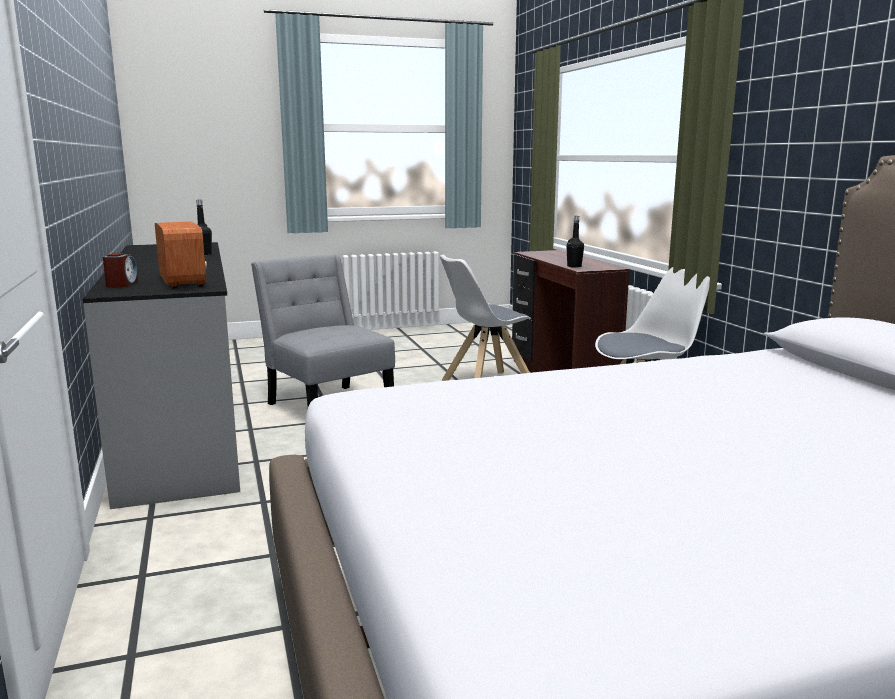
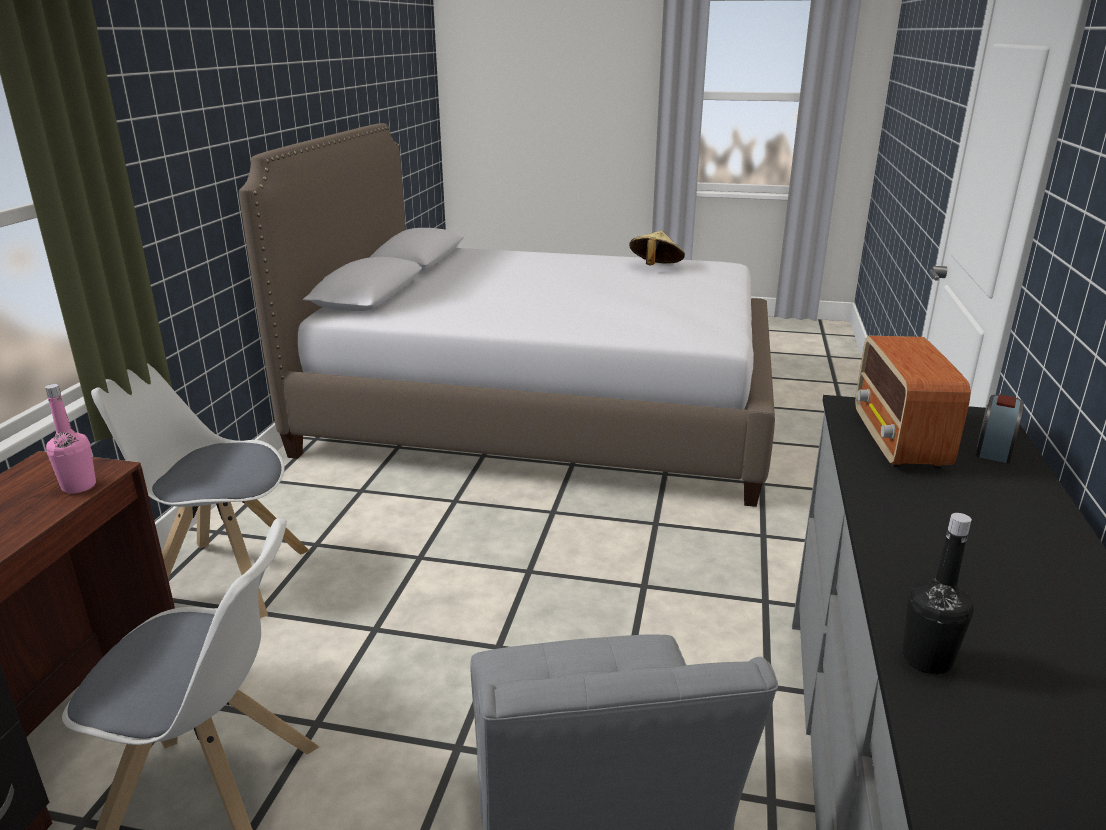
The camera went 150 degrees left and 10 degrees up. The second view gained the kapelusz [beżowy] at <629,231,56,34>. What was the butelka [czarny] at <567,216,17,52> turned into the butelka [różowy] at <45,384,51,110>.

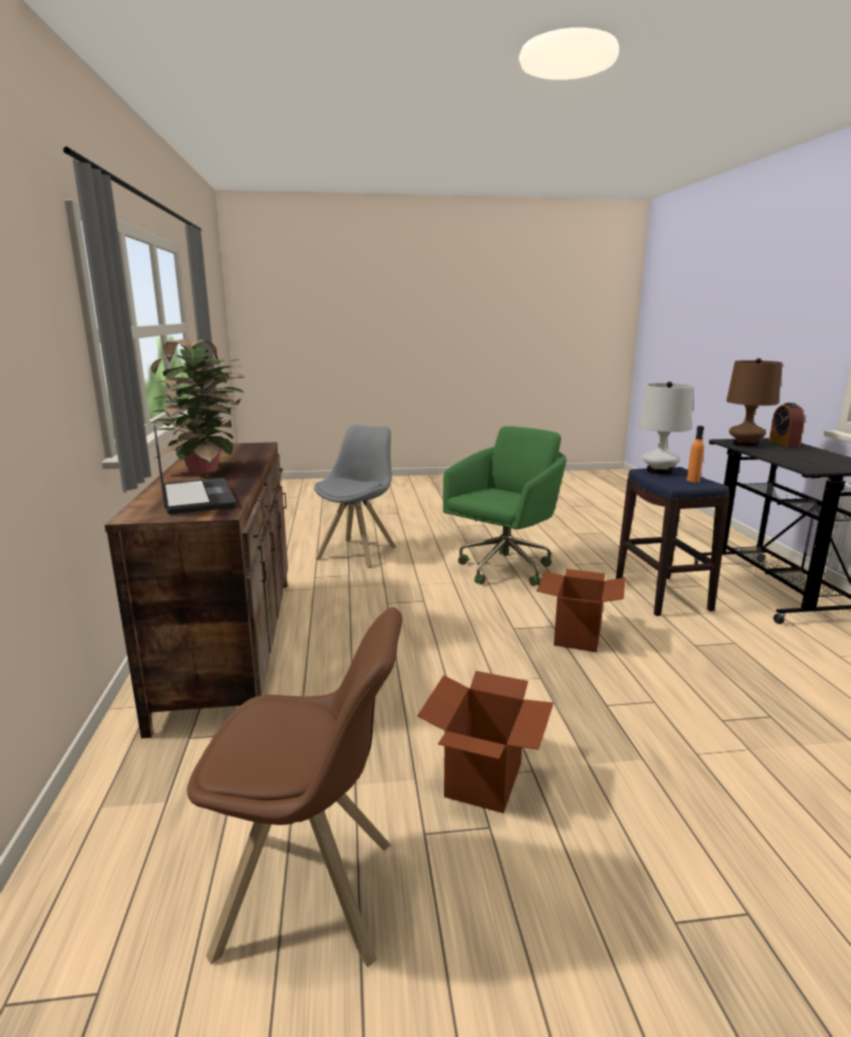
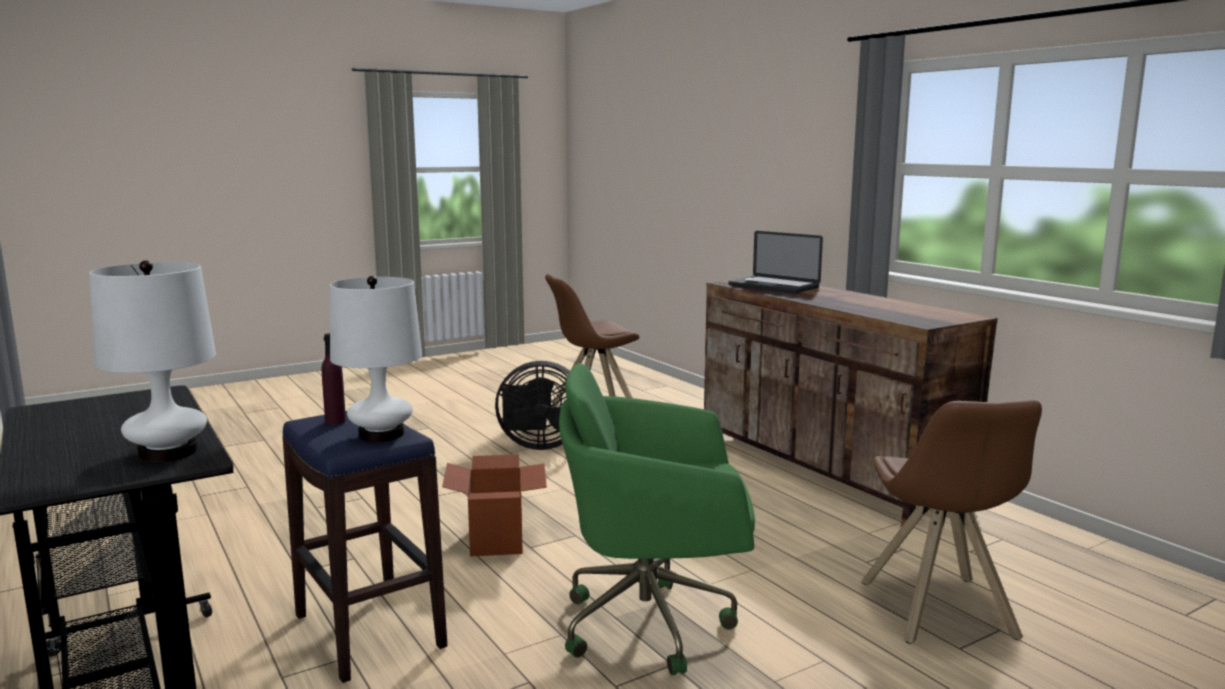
The camera went 155 degrees right and 5 degrees down. The second view lost the roślina doniczkowa at <151,339,95,134>. The second view lost the budzik at <769,403,36,44>. Where the karton stood at <417,671,137,142>, the wentylator [czarny] came to stand at <495,361,75,89>. What was the krzesło [szary] at <314,425,82,143> turned into the krzesło [brązowy] at <861,400,181,244>. What was the butelka [pomarańczowy] at <687,426,17,56> turned into the butelka [fioletowy] at <321,333,25,92>. What was the lampa stołowa [brązowy] at <726,358,57,89> turned into the lampa stołowa [biały] at <89,260,127,202>. The krzesło biurowe [zielony] at <443,426,123,160> ended up facing another way, 75 degrees clockwise from before.

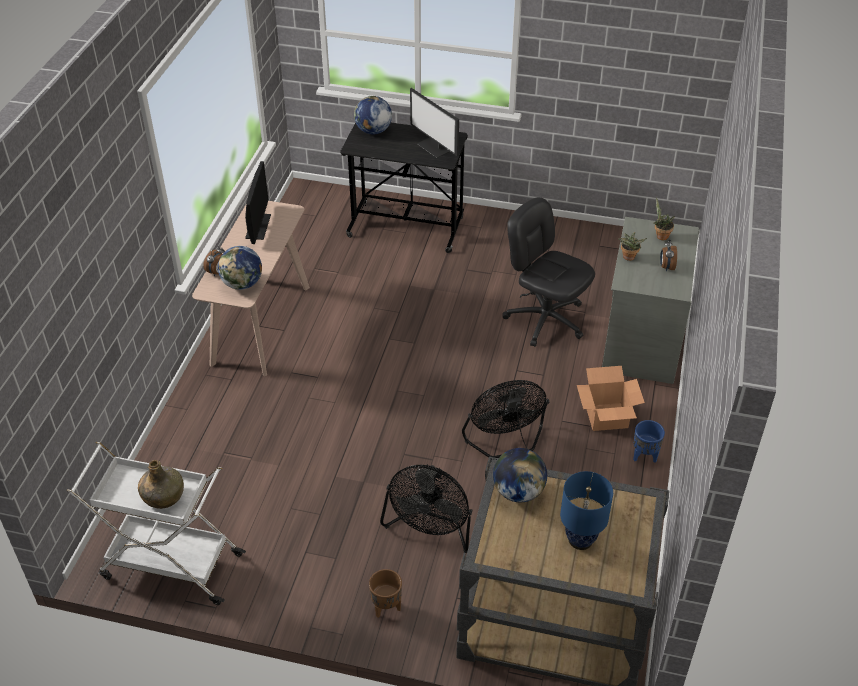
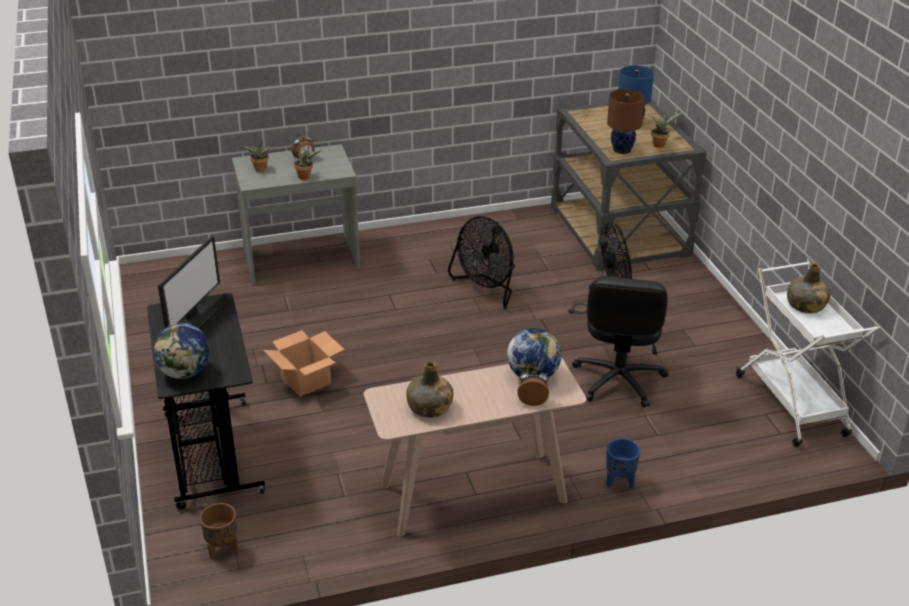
The camera went 120 degrees left and 10 degrees down. The second view gained the roślina doniczkowa at <651,113,31,35>. The donica [brązowy] ended up elsewhere, having gone from <369,569,33,49> to <200,503,38,56>. The krzesło biurowe [czarny] ended up elsewhere, having gone from <502,197,93,150> to <572,277,96,131>. The karton ended up elsewhere, having gone from <577,366,68,65> to <263,330,82,67>. The donica [niebieski] ended up elsewhere, having gone from <633,420,32,43> to <606,438,34,51>. Where the monitor stood at <245,161,26,83>, the butelka [zielony] came to stand at <406,361,47,57>. Where the globus stood at <493,448,54,54>, the lampa stołowa [brązowy] came to stand at <607,89,38,65>.

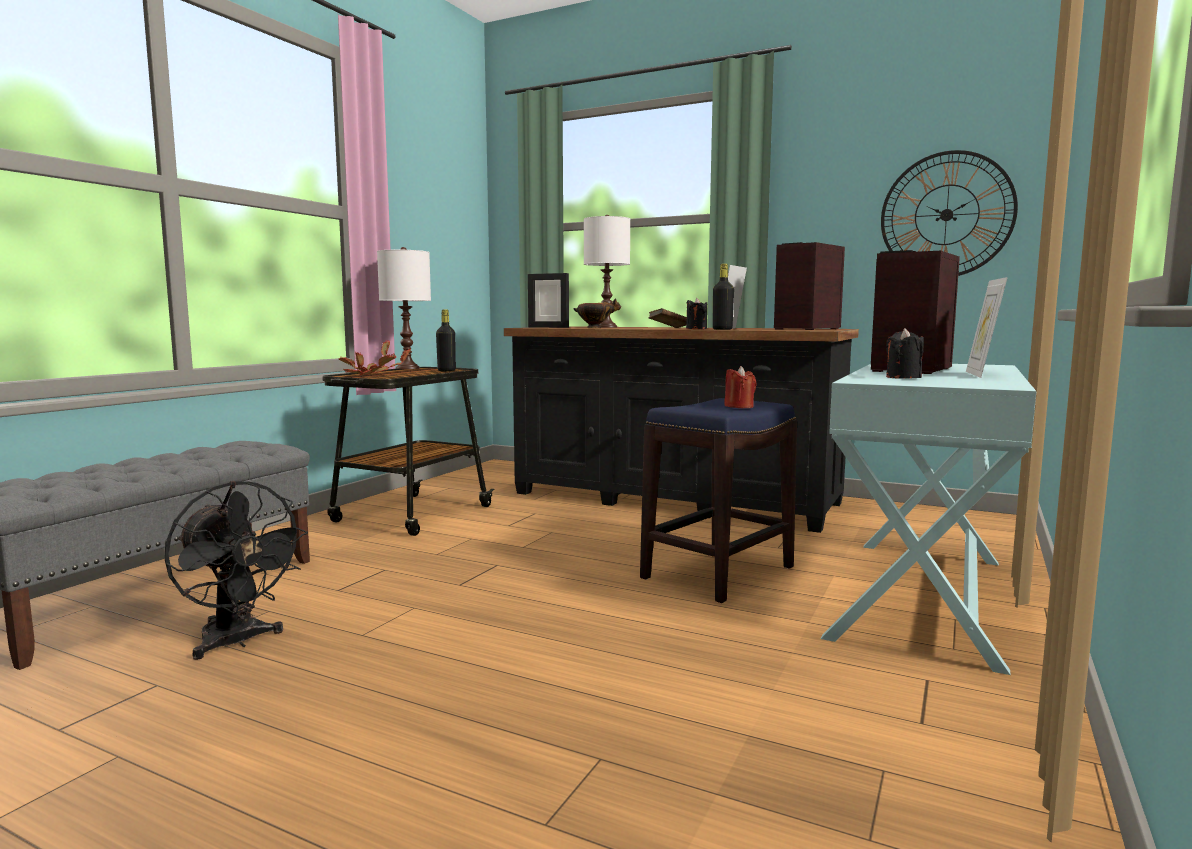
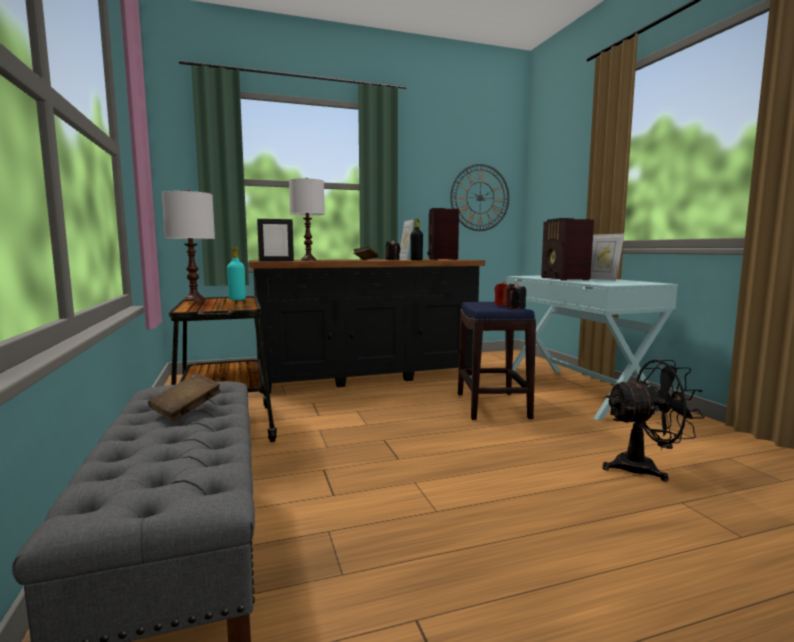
The camera went 45 degrees left and 0 degrees up. The second view lost the roślina doniczkowa at <339,340,72,35>. The second view lost the miska at <573,298,48,30>. The second view gained the książka [brązowy] at <148,373,73,48>. The wentylator [czarny] ended up elsewhere, having gone from <165,481,143,179> to <602,360,103,122>. The świeca [czarny] ended up elsewhere, having gone from <886,328,38,51> to <507,283,19,26>. What was the butelka [czarny] at <436,309,20,63> turned into the butelka [turkusowy] at <227,247,19,53>.

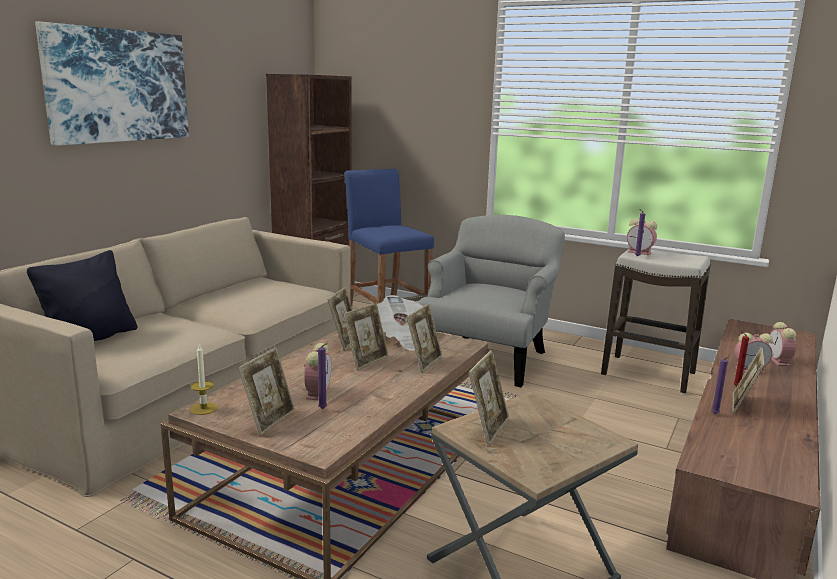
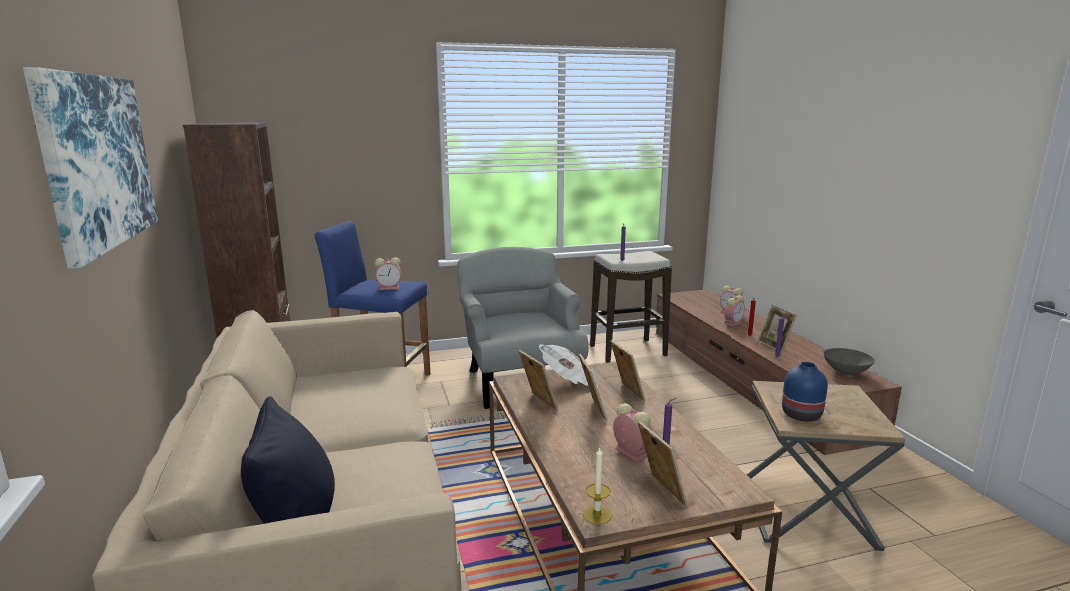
The camera went 45 degrees left and 0 degrees up. The second view gained the miska [szary] at <824,348,50,27>. The budzik ended up elsewhere, having gone from <627,219,30,36> to <375,257,26,33>. Where the ramka na zdjęcie stood at <469,350,40,95>, the wazon [niebieski] came to stand at <782,362,46,60>.

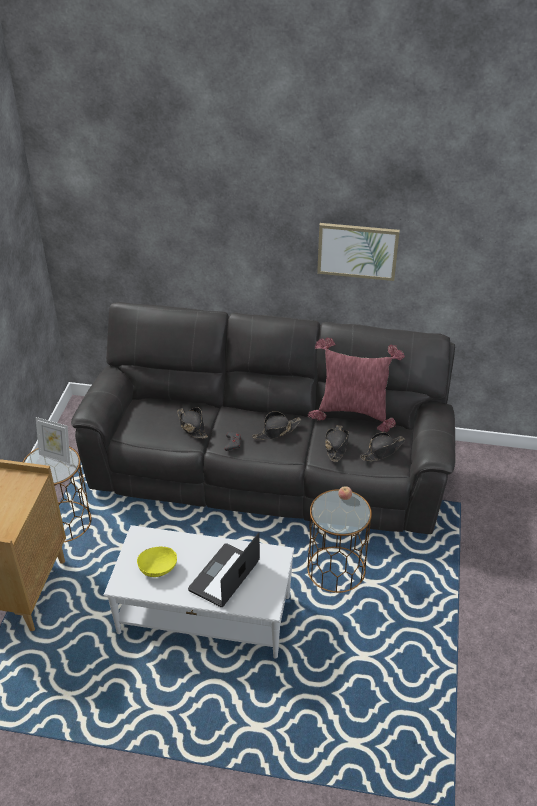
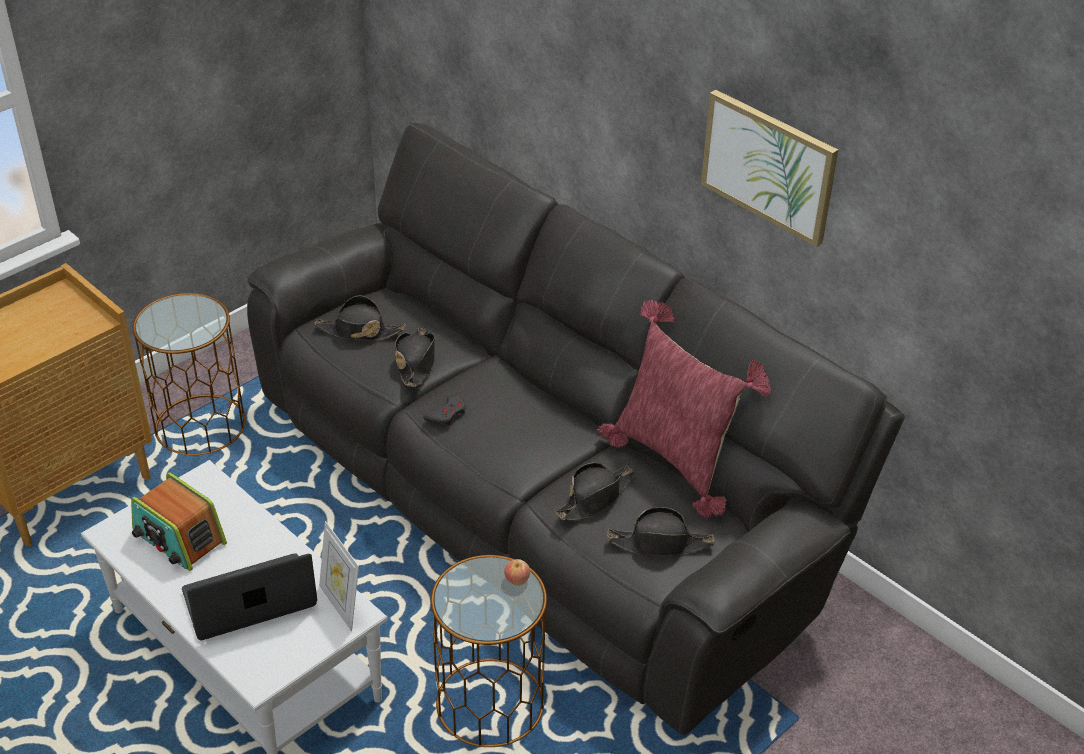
The camera went 35 degrees right and 0 degrees up. The ramka na zdjęcie ended up elsewhere, having gone from <36,417,34,47> to <319,521,40,110>. The kapelusz [czarny] ended up elsewhere, having gone from <252,411,49,29> to <314,295,92,45>. Where the miska [żółty] stood at <137,546,40,31>, the radio came to stand at <131,472,96,99>.

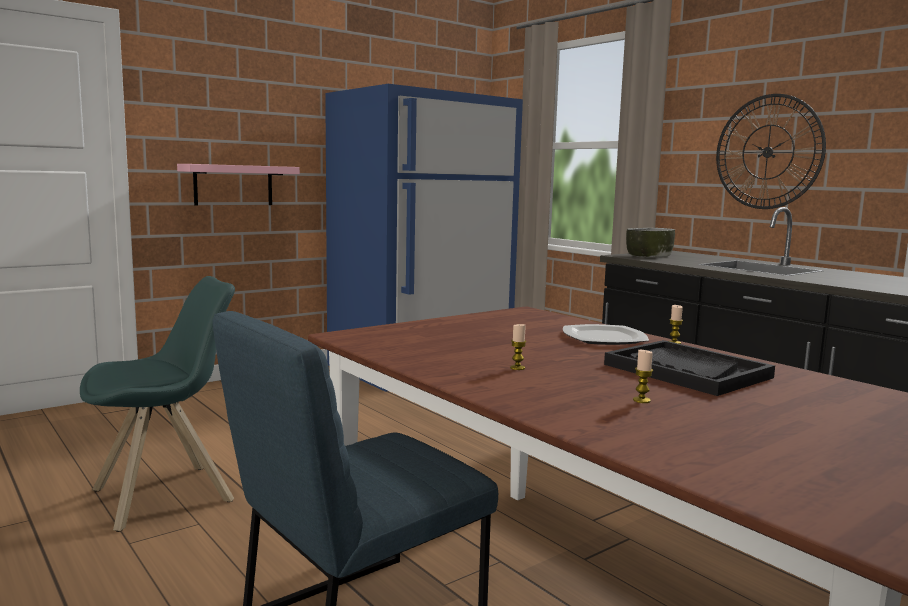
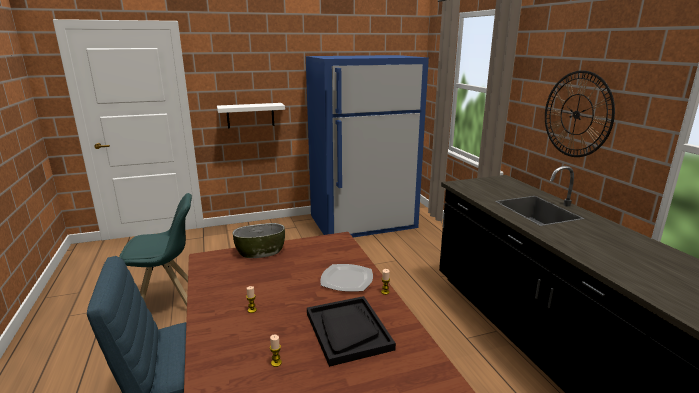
The camera went 20 degrees right and 10 degrees up. The miska ended up elsewhere, having gone from <626,228,49,29> to <232,223,53,35>. What was the półka [różowy] at <177,164,123,42> turned into the półka [biały] at <217,103,68,25>.

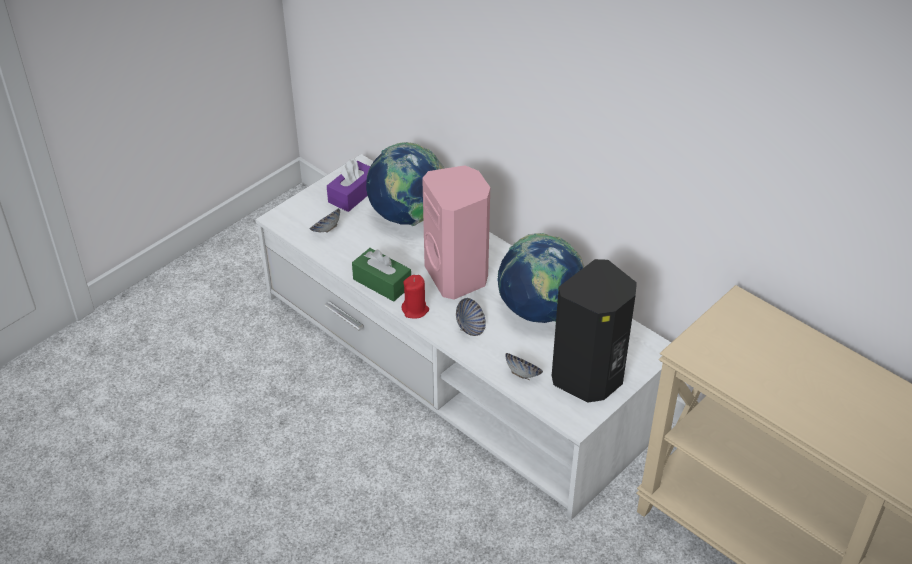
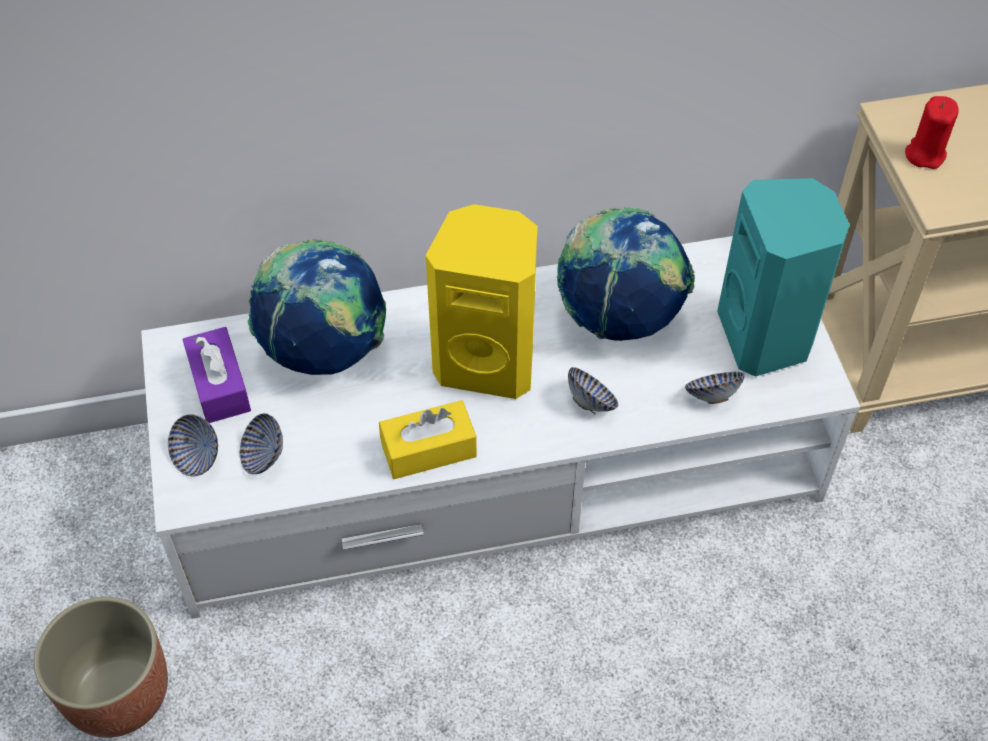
The camera went 55 degrees left and 10 degrees up. The second view gained the donica at <34,597,134,141>. The second view gained the miska at <168,414,50,63>. The świeca [czerwony] ended up elsewhere, having gone from <401,275,28,43> to <905,96,54,73>. What was the pudełko chusteczek [zielony] at <352,248,59,54> turned into the pudełko chusteczek [żółty] at <379,400,98,79>. What was the głośnik [różowy] at <422,165,68,134> turned into the głośnik [żółty] at <426,204,111,195>. What was the głośnik [czarny] at <552,259,85,144> turned into the głośnik [turkusowy] at <717,178,133,199>.

